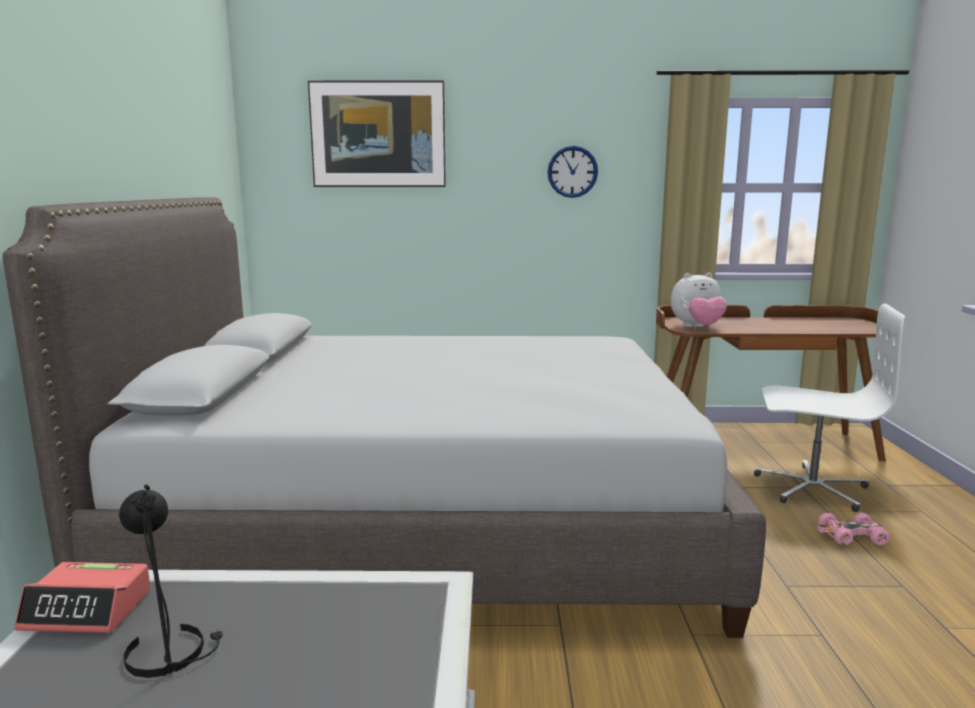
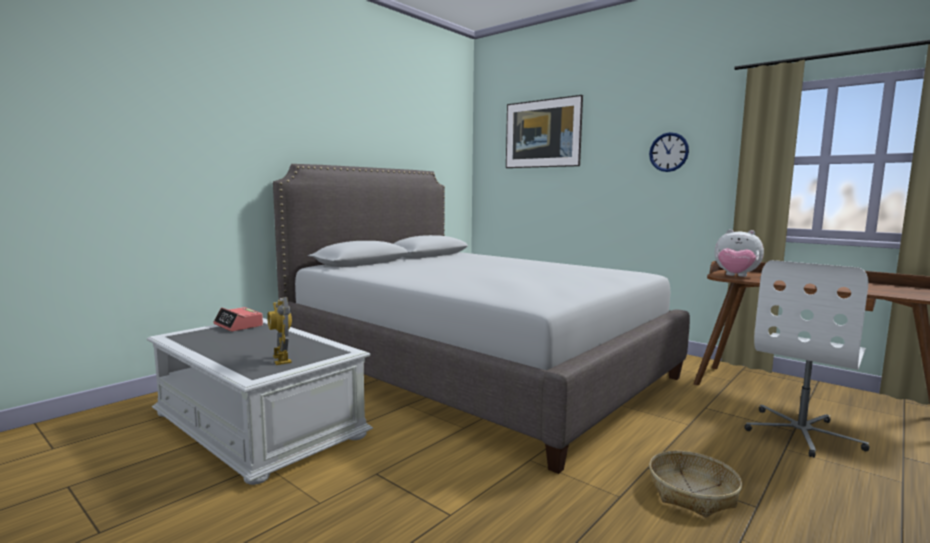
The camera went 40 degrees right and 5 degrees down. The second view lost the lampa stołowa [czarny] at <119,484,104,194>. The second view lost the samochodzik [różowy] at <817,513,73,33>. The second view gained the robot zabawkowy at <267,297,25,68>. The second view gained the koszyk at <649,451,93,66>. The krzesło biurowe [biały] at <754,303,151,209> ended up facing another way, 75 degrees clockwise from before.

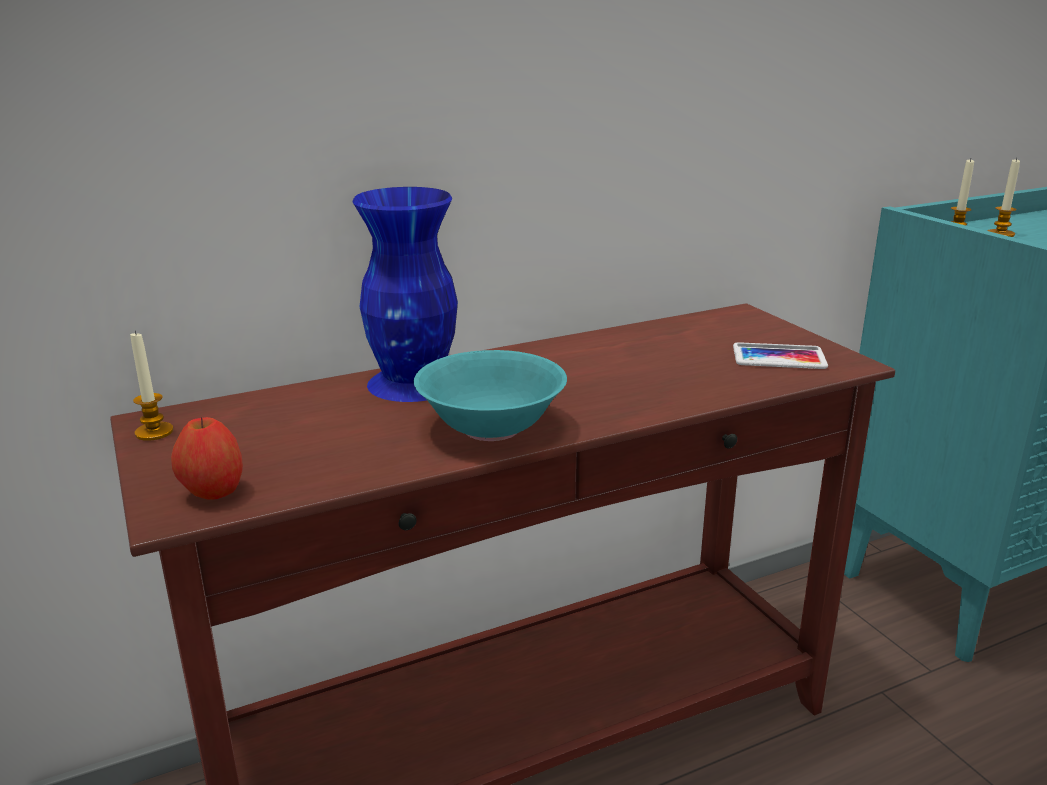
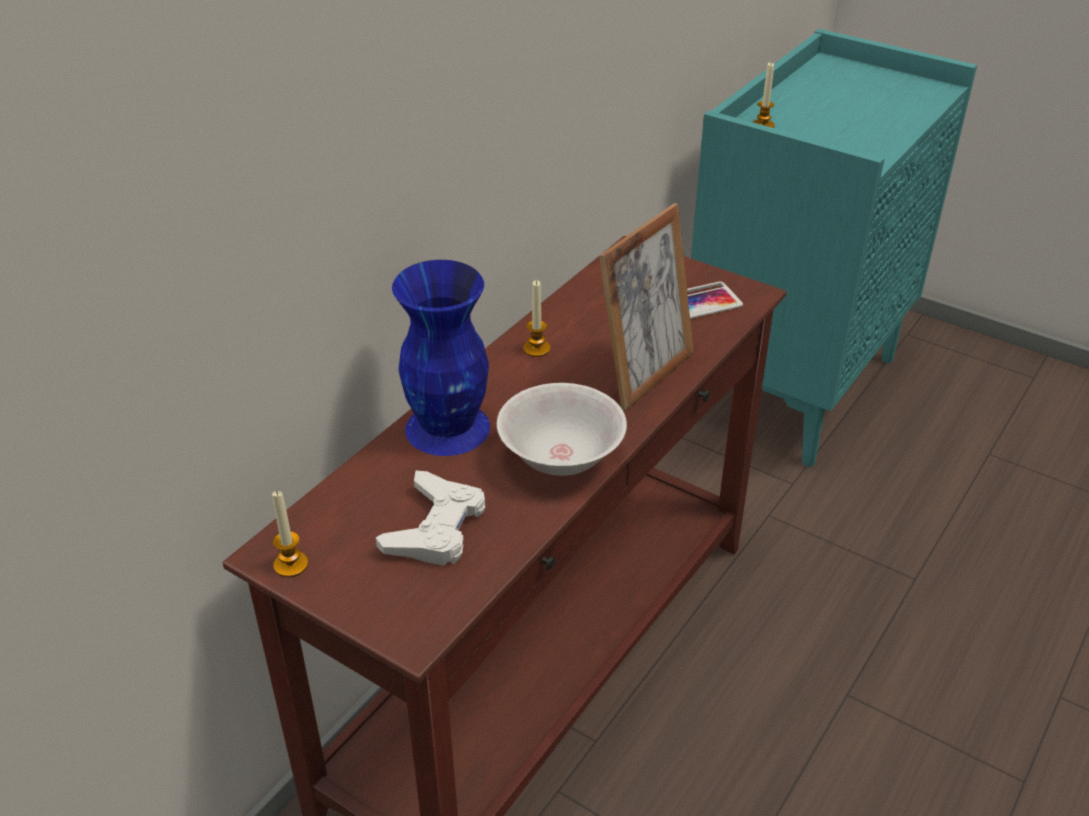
The camera went 30 degrees left and 15 degrees up. The second view lost the jabłko at <171,417,72,83>. The second view gained the pad do gier [biały] at <376,471,109,95>. The second view gained the ramka na zdjęcie at <599,203,95,209>. The świeca ended up elsewhere, having gone from <987,158,33,79> to <523,280,28,77>. What was the miska [turkusowy] at <414,350,153,91> turned into the miska [biały] at <497,383,130,93>.

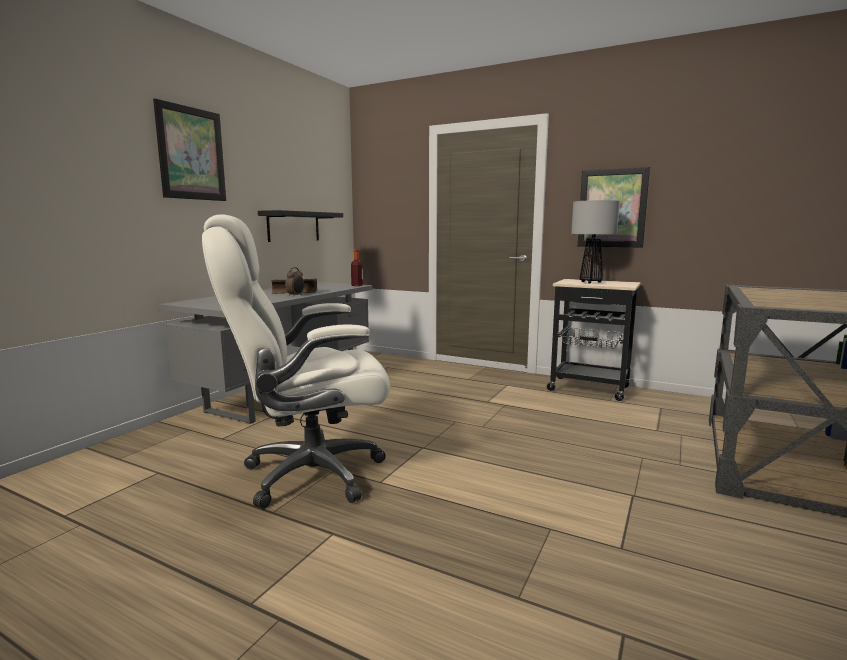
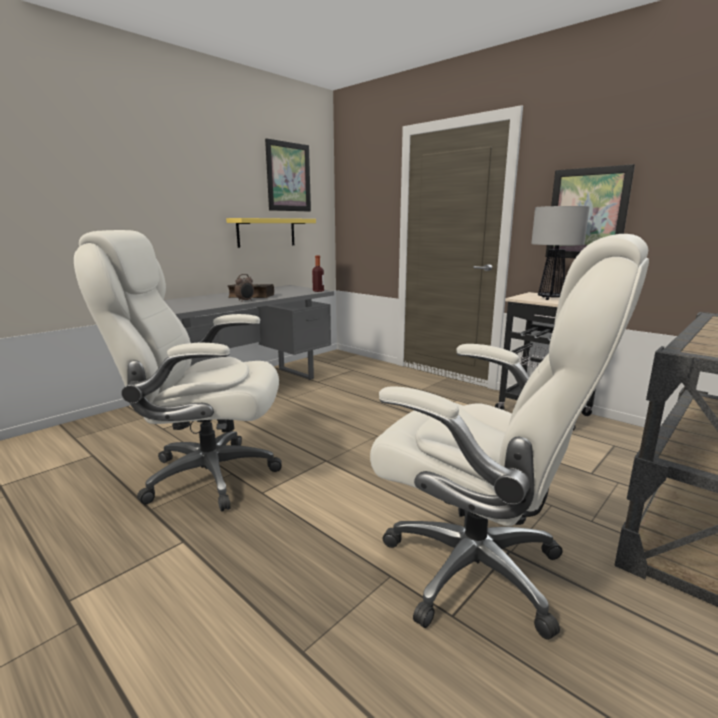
The camera went 15 degrees right and 5 degrees up. The second view gained the krzesło biurowe [biały] at <370,234,279,406>. The obraz ended up elsewhere, having gone from <153,98,73,103> to <265,138,46,73>. What was the półka [czarny] at <258,210,85,32> turned into the półka [żółty] at <226,218,90,30>.

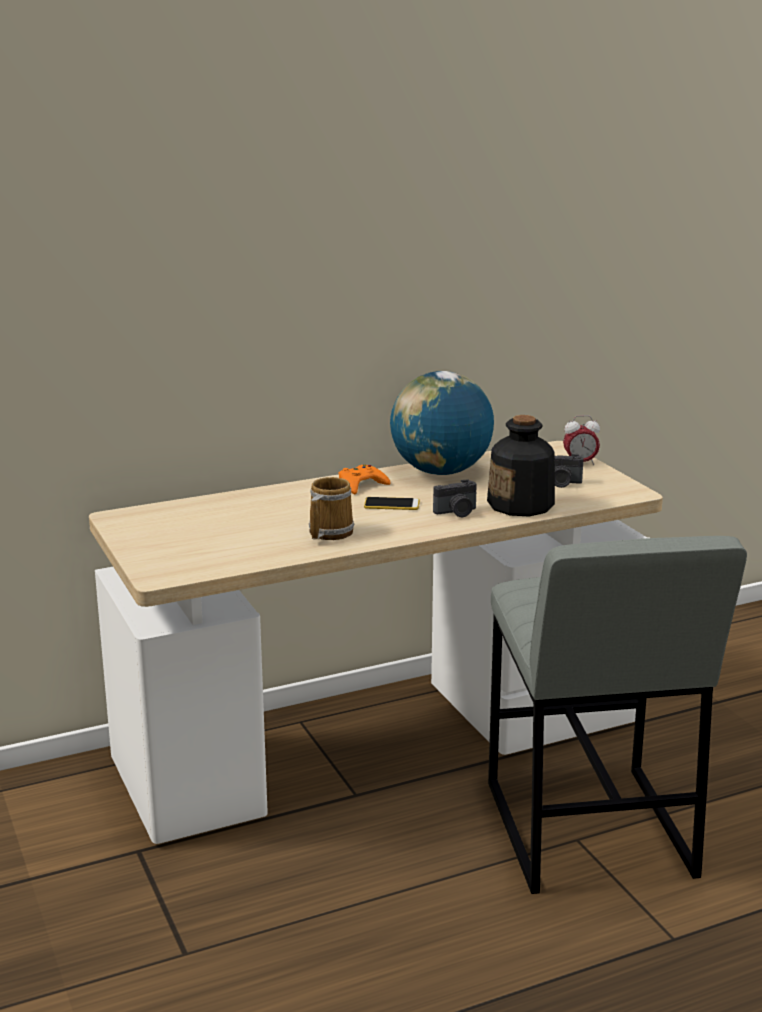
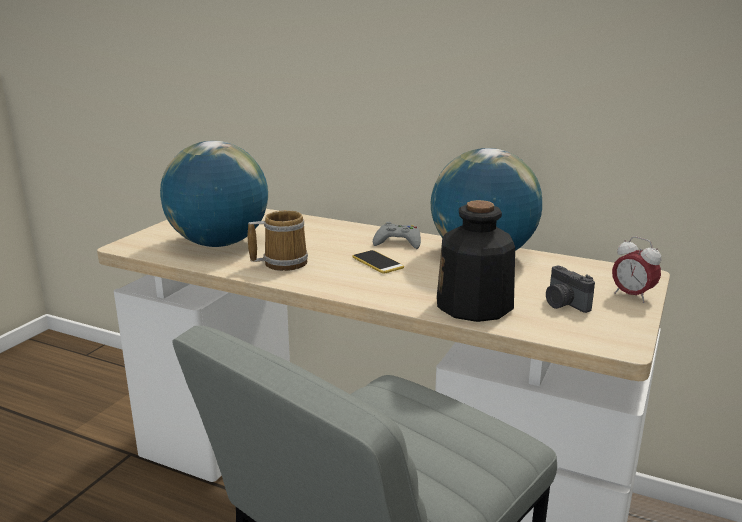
The camera went 50 degrees right and 0 degrees up. The second view lost the aparat fotograficzny at <433,479,44,38>. The second view gained the globus at <160,141,108,106>. What was the pad do gier [pomarańczowy] at <339,465,52,29> turned into the pad do gier [szary] at <373,222,48,27>.

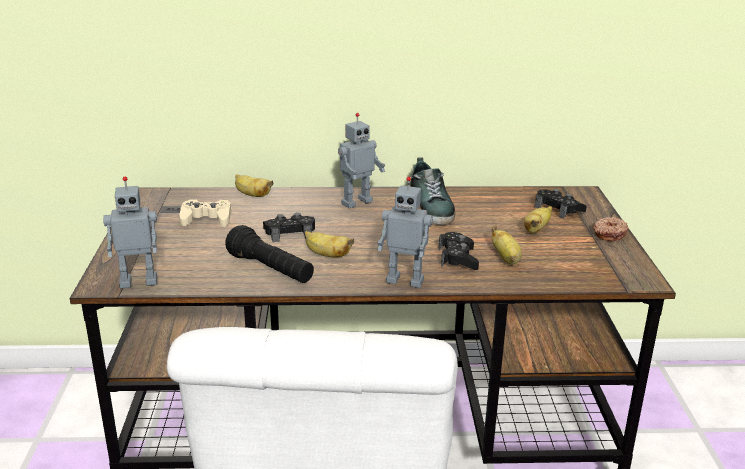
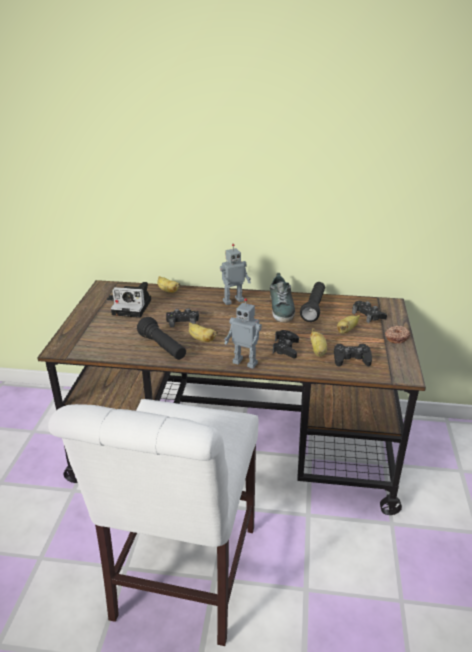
The camera went 10 degrees right and 5 degrees up. The second view lost the robot zabawkowy at <103,176,54,112>. The second view gained the latarka [czarny] at <300,282,25,40>. The second view gained the pad do gier [czarny] at <334,344,38,22>. Where the pad do gier [beżowy] stood at <179,199,53,28>, the aparat fotograficzny came to stand at <111,282,40,36>.

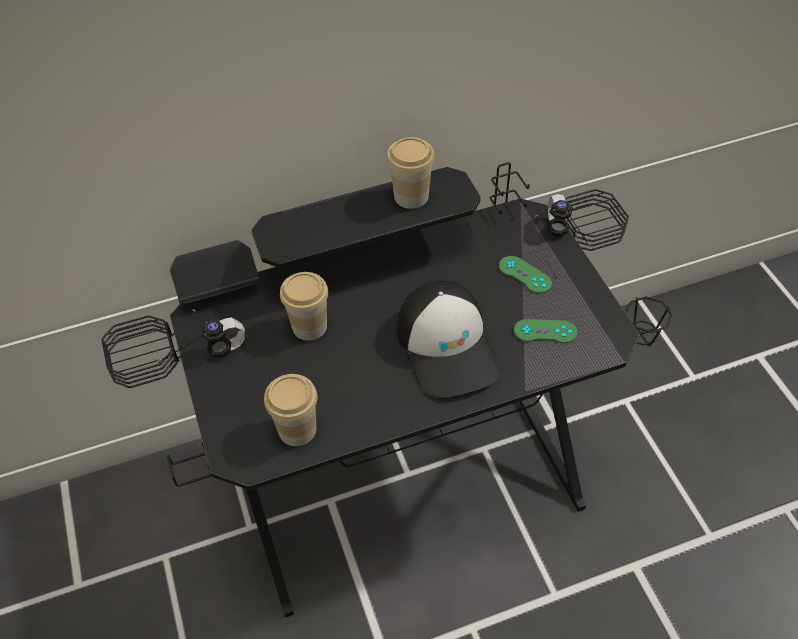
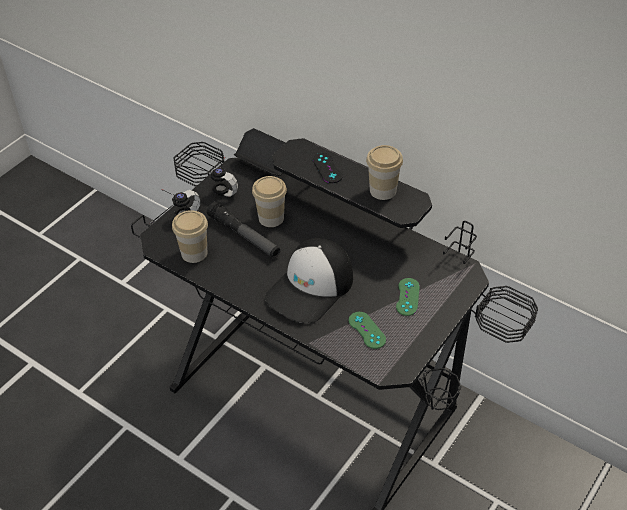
The camera went 55 degrees right and 5 degrees down. The second view gained the latarka at <207,202,73,56>. The second view gained the pad do gier [czarny] at <313,153,30,30>. The słuchawki ended up elsewhere, having gone from <535,194,55,53> to <149,189,51,35>.

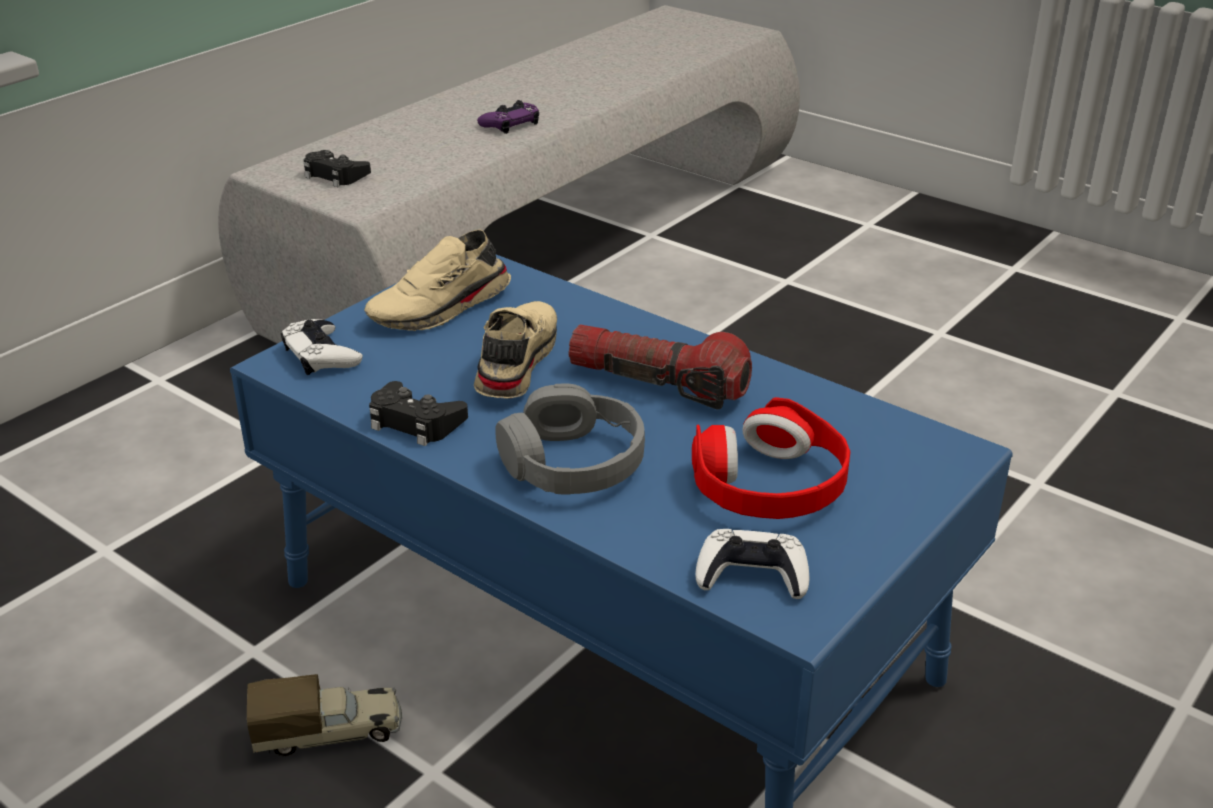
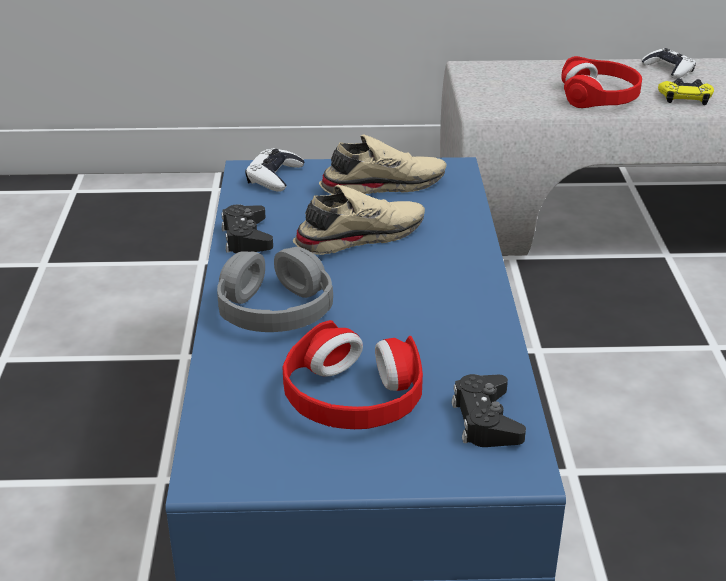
The camera went 50 degrees right and 0 degrees up. The second view lost the ciężarówka zabawkowa at <247,674,155,82>. The second view lost the latarka at <568,325,184,85>. The second view gained the słuchawki [czerwony] at <561,56,81,52>. The pad do gier [czarny] ended up elsewhere, having gone from <303,150,68,37> to <451,374,75,73>. The pad do gier [biały] ended up elsewhere, having gone from <695,529,114,70> to <642,48,54,31>. What was the pad do gier [fioletowy] at <477,100,62,34> turned into the pad do gier [żółty] at <658,78,56,27>. The but [beżowy] at <364,229,147,102> ended up facing another way, 150 degrees clockwise from before.

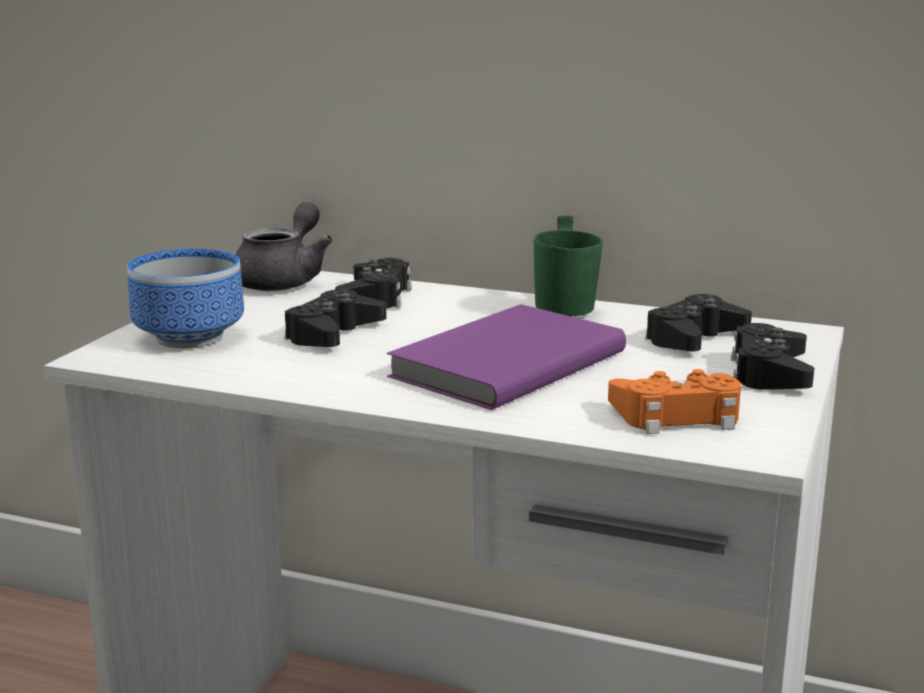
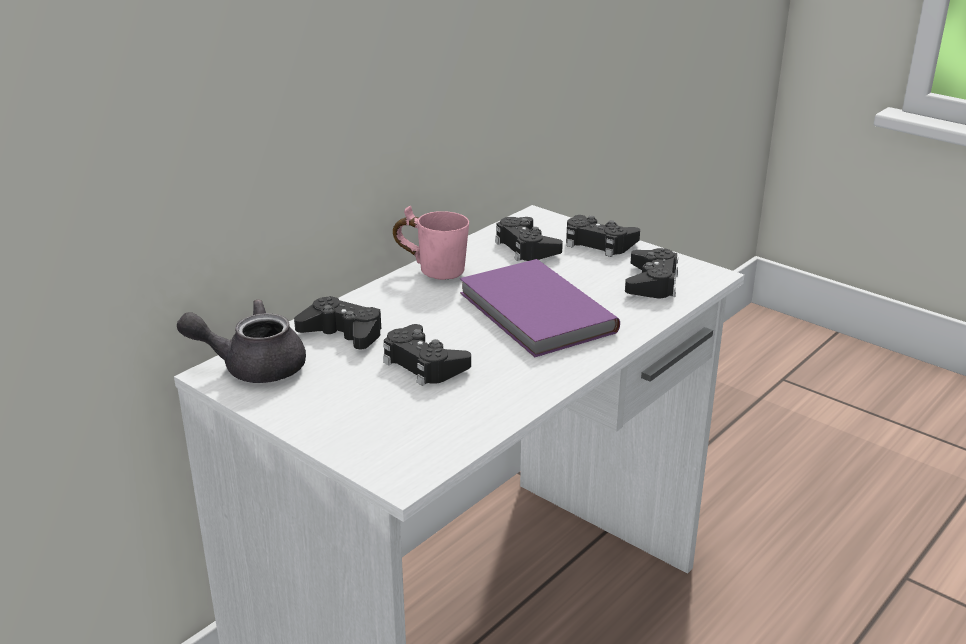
The camera went 70 degrees left and 10 degrees up. The second view lost the miska at <127,249,117,99>. What was the kubek [zielony] at <534,216,69,101> turned into the kubek [różowy] at <393,206,76,74>. What was the pad do gier [pomarańczowy] at <608,369,133,65> turned into the pad do gier [czarny] at <625,248,53,50>. The imbryk [szary] at <235,202,98,89> ended up facing another way, 45 degrees counterclockwise from before.

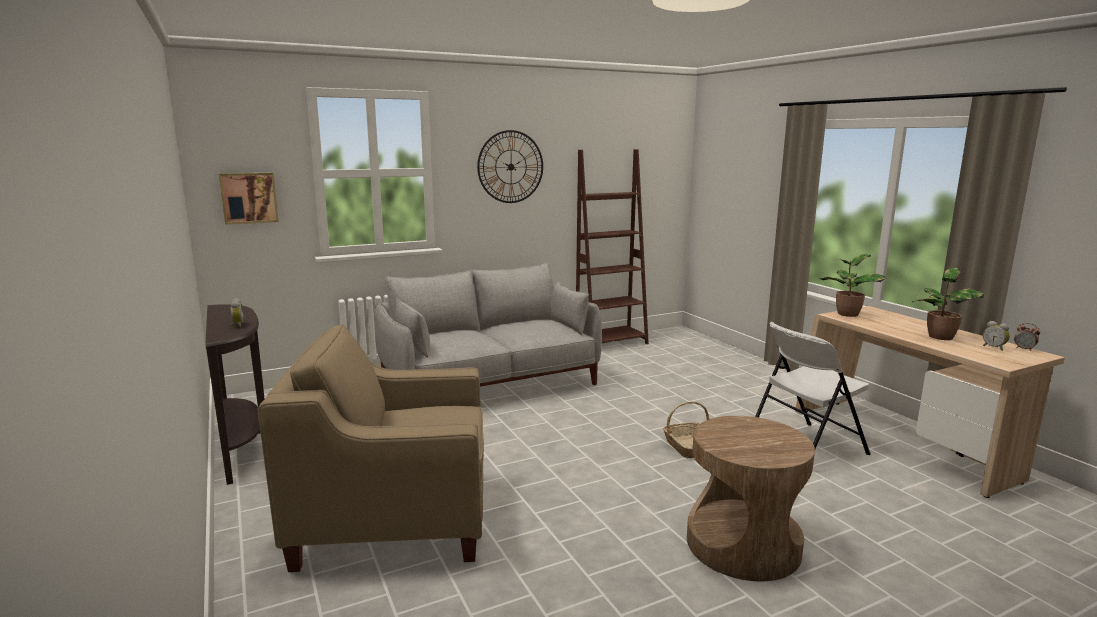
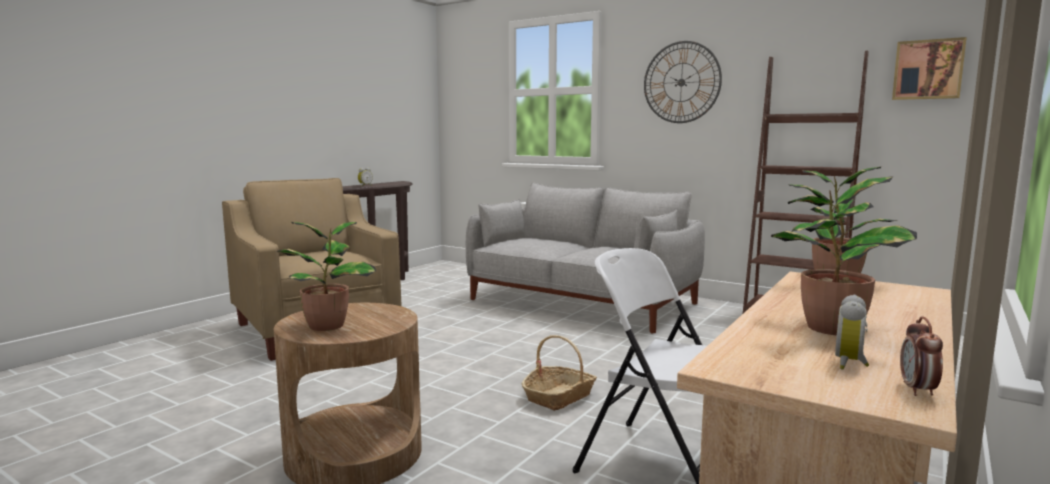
The camera went 60 degrees right and 5 degrees down. The second view gained the roślina doniczkowa at <277,222,99,109>. The obraz ended up elsewhere, having gone from <219,173,60,52> to <892,37,75,63>.

